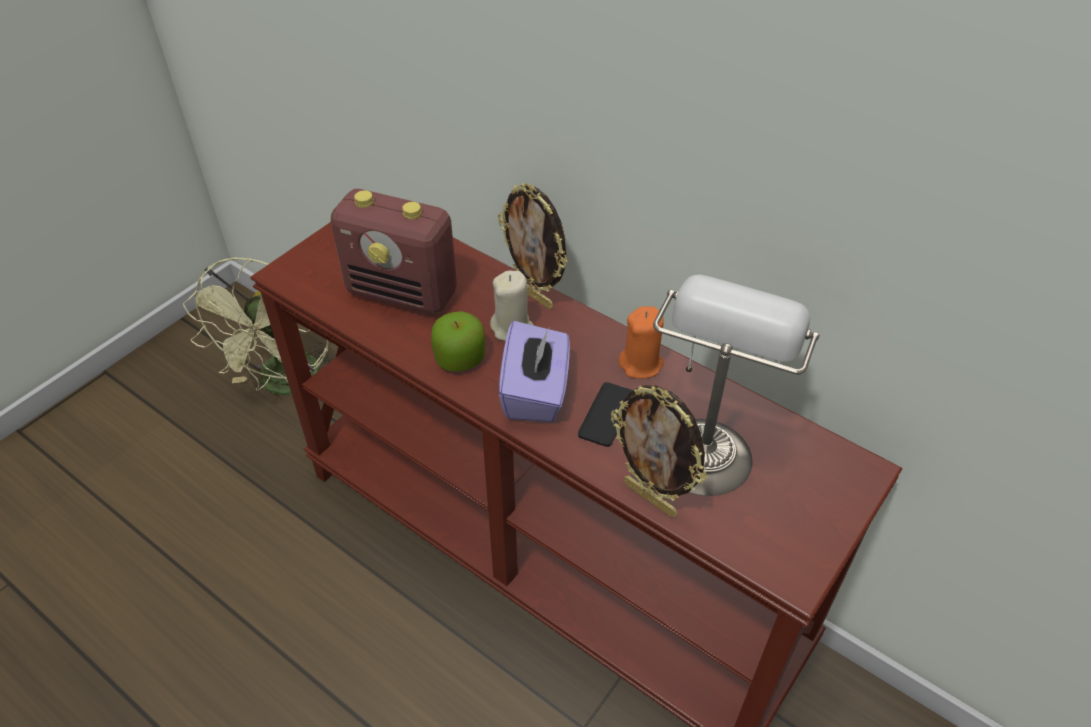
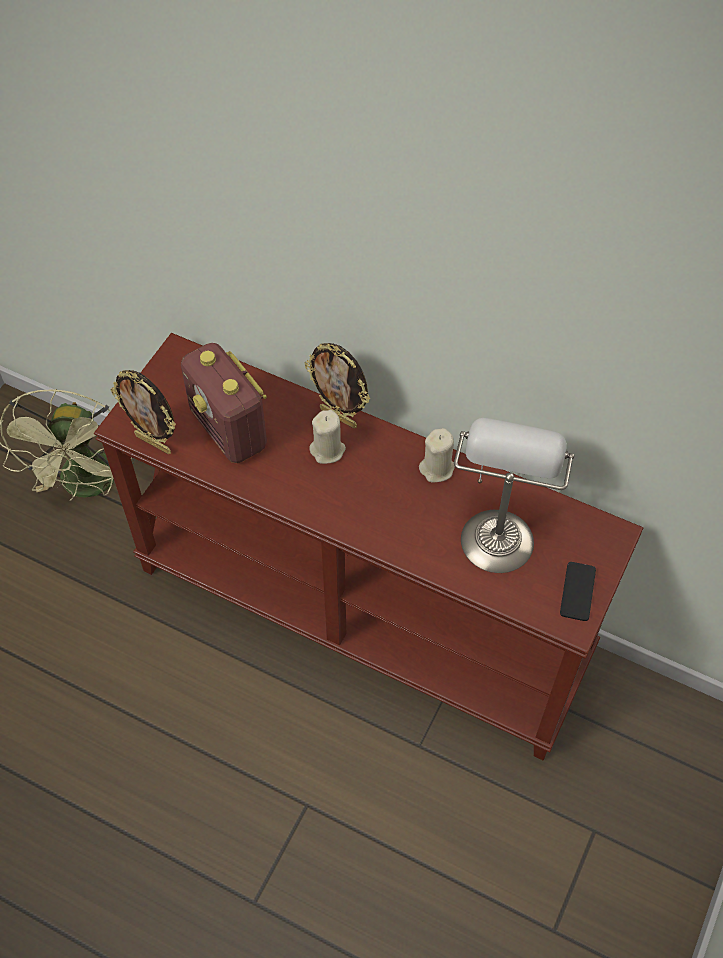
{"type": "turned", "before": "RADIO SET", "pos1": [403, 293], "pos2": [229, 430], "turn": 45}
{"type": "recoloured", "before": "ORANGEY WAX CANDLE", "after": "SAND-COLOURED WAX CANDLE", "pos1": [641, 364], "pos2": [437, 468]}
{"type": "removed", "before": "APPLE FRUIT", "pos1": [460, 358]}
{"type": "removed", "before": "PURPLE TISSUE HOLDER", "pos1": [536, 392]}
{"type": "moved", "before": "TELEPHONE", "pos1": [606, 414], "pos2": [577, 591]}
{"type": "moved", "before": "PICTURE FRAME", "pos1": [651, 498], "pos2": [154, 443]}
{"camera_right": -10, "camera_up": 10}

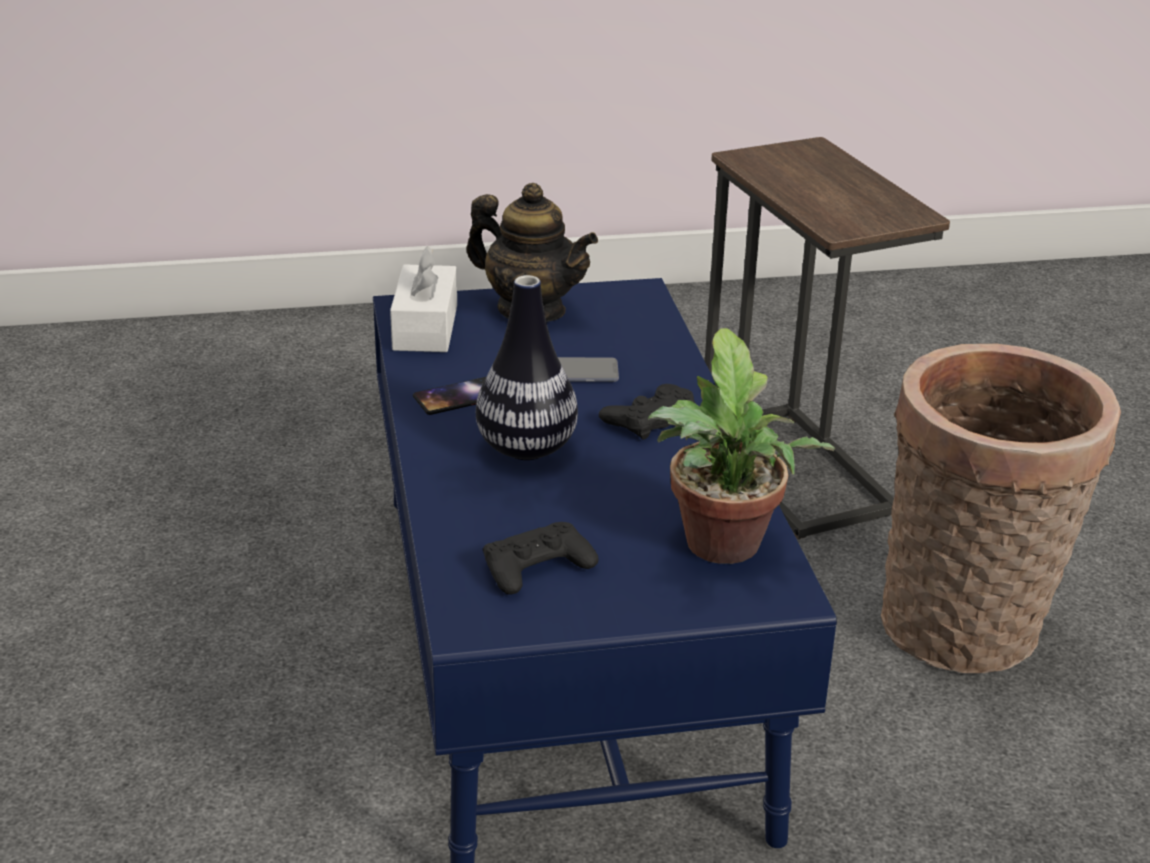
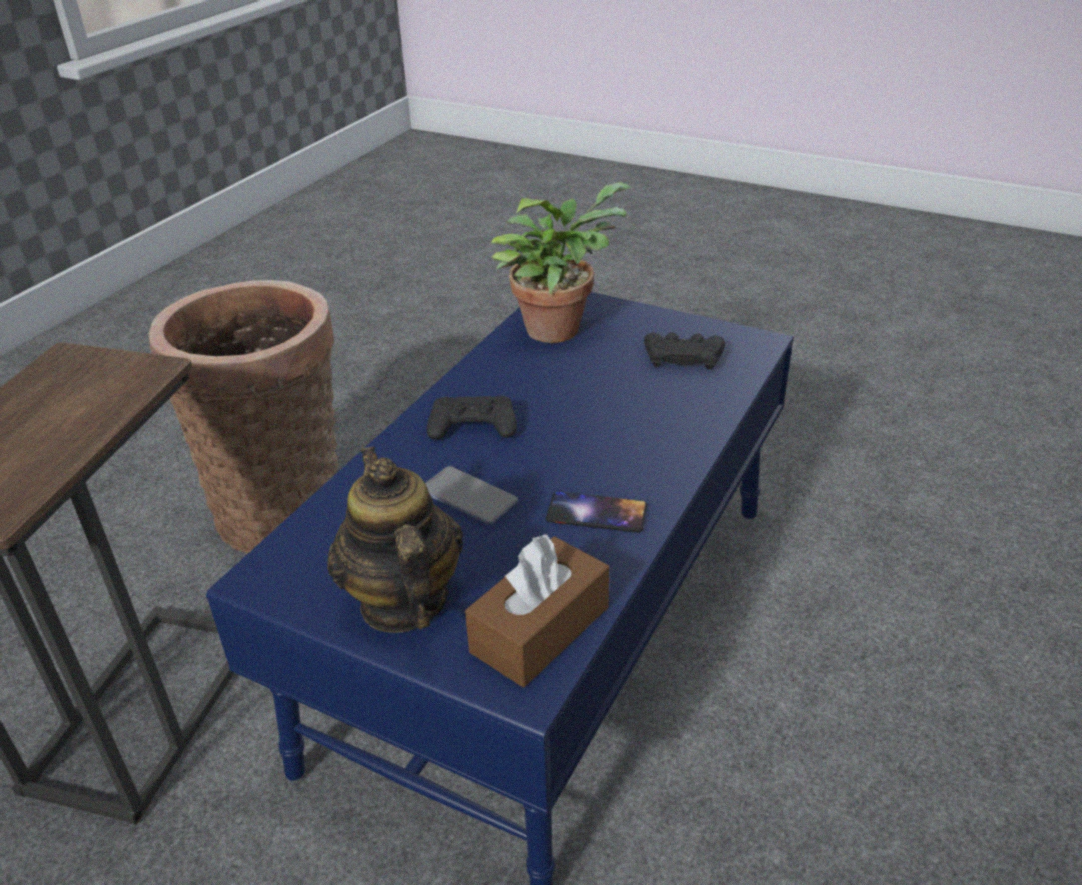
{"type": "recoloured", "before": "WHITE-COLOURED TISSUE HOLDER", "after": "BROWN TISSUE HOLDER", "pos1": [425, 327], "pos2": [540, 629]}
{"type": "removed", "before": "FLOWER VASE", "pos1": [526, 449]}
{"camera_right": -140, "camera_up": 5}

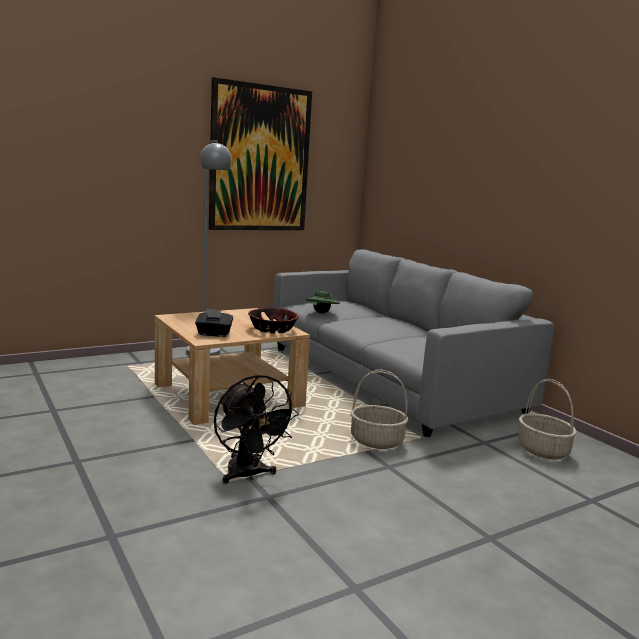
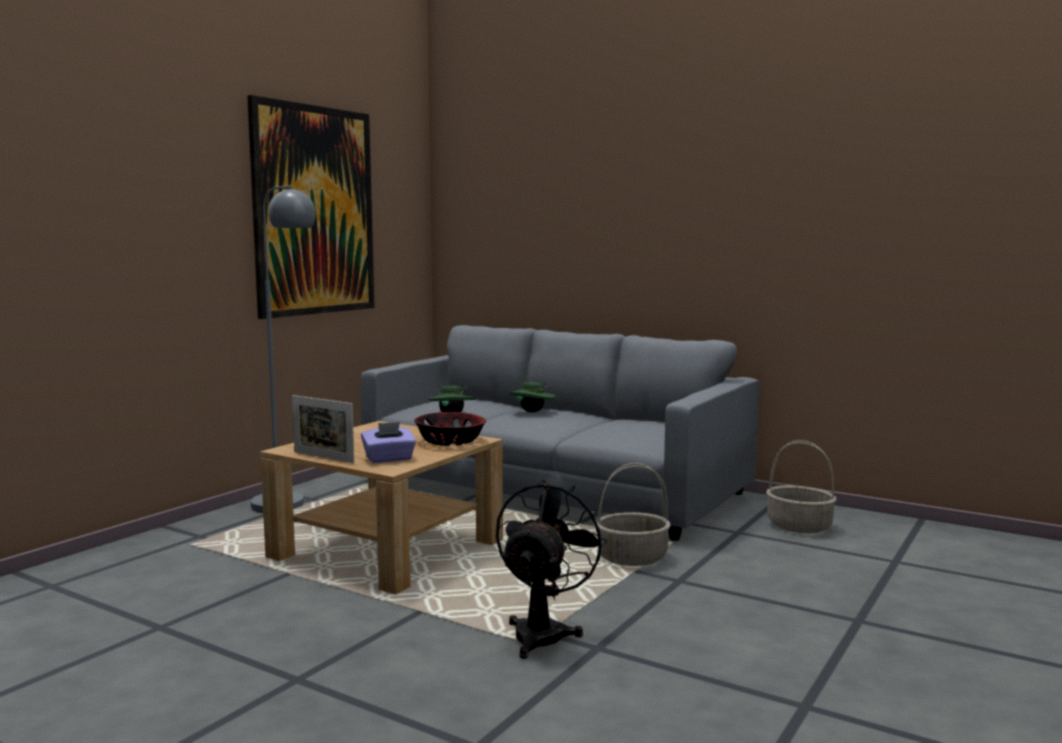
{"type": "recoloured", "before": "BLACK-COLOURED TISSUE HOLDER", "after": "PURPLE TISSUE HOLDER", "pos1": [213, 334], "pos2": [389, 459]}
{"type": "turned", "before": "BLACK-COLOURED FAN", "pos1": [248, 475], "pos2": [543, 632], "turn": -105}
{"type": "added", "after": "GREEN-COLOURED HAT", "pos2": [532, 412]}
{"type": "added", "after": "PICTURE FRAME", "pos2": [323, 457]}
{"camera_right": -25, "camera_up": -5}

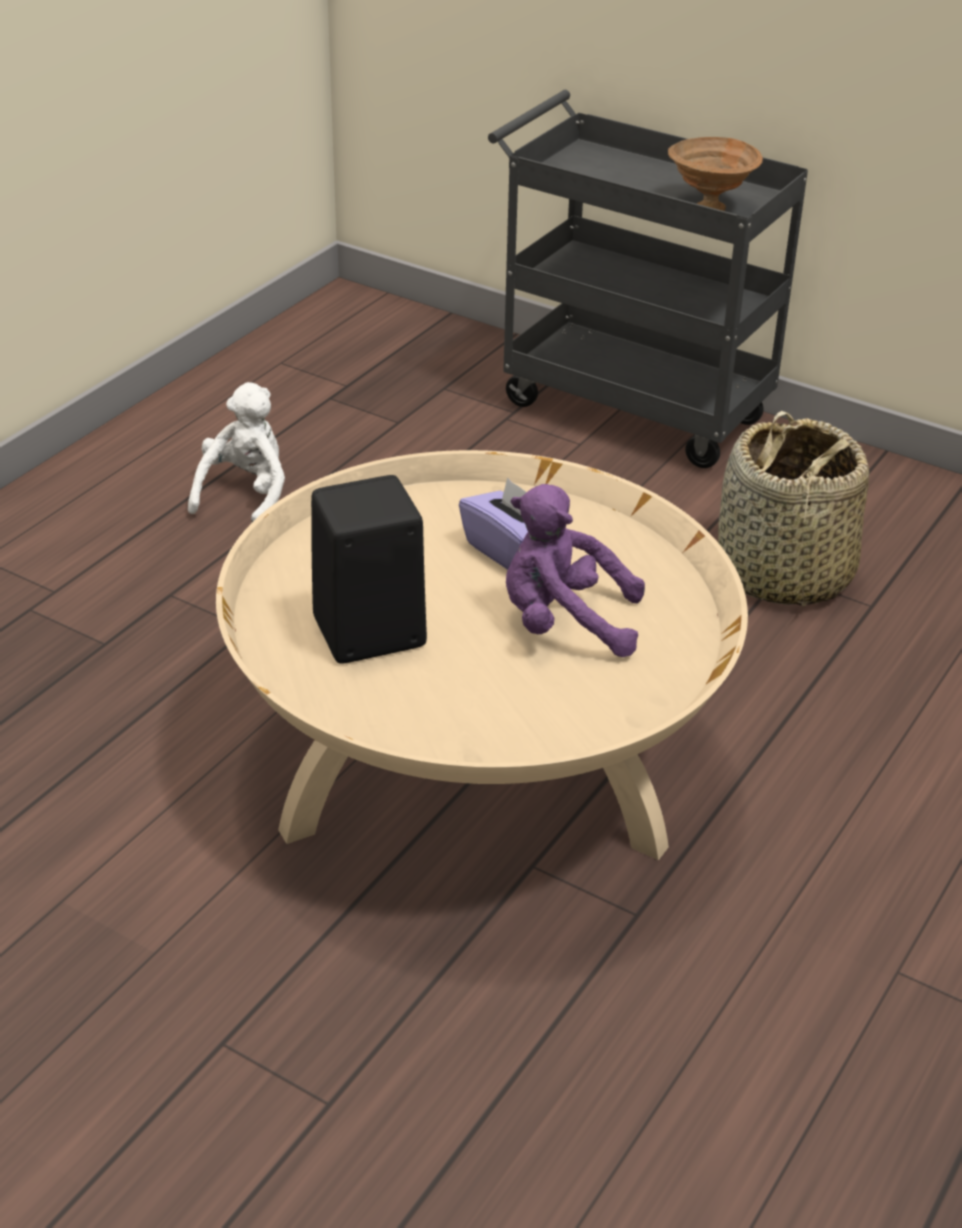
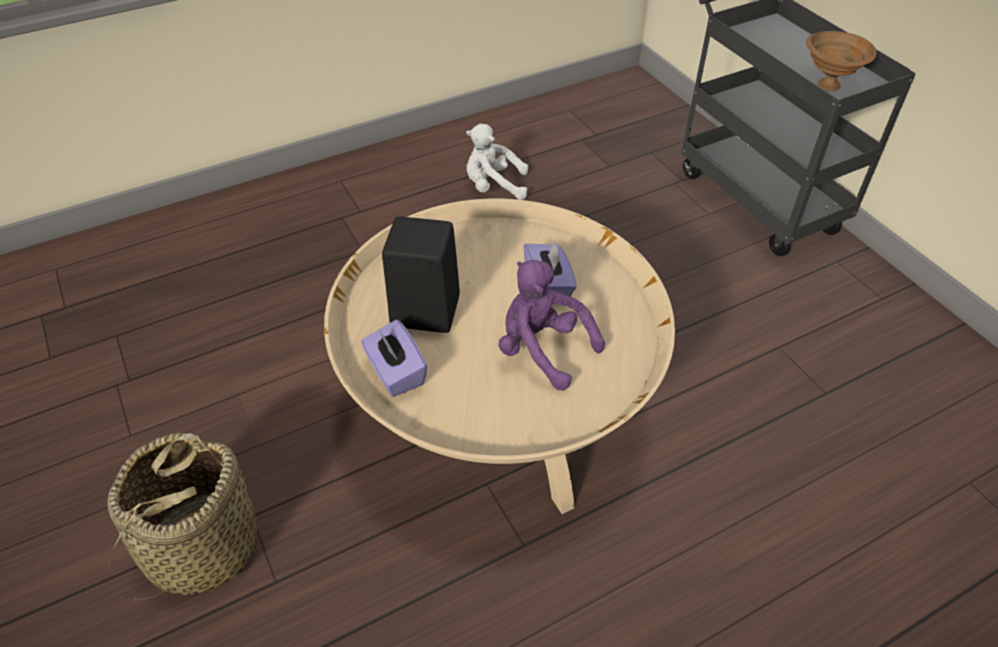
{"type": "turned", "before": "WHITE-COLOURED CUDDLY TOY", "pos1": [245, 496], "pos2": [494, 186], "turn": -135}
{"type": "moved", "before": "HOUSEHOLD BASKET", "pos1": [783, 574], "pos2": [202, 546]}
{"type": "added", "after": "PURPLE TISSUE HOLDER", "pos2": [396, 373]}
{"camera_right": 30, "camera_up": 10}

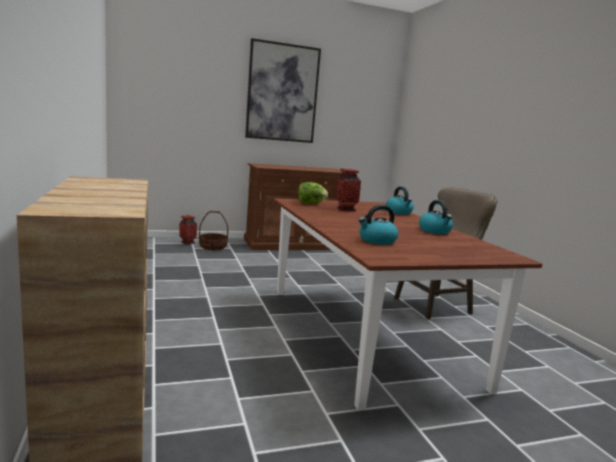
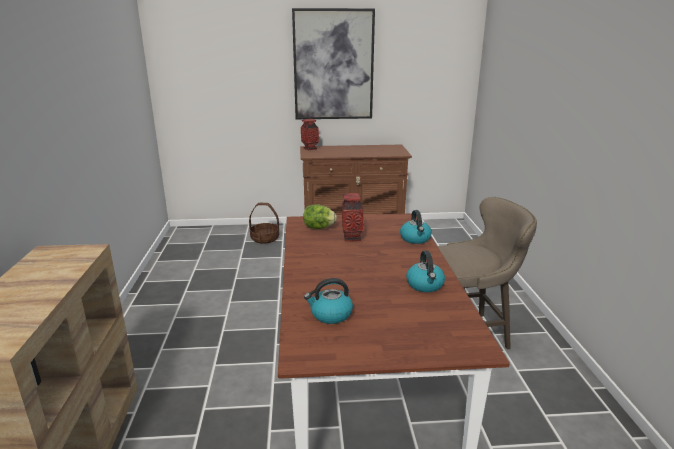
{"type": "moved", "before": "FLOWER VASE", "pos1": [187, 243], "pos2": [310, 148]}
{"camera_right": 15, "camera_up": 10}

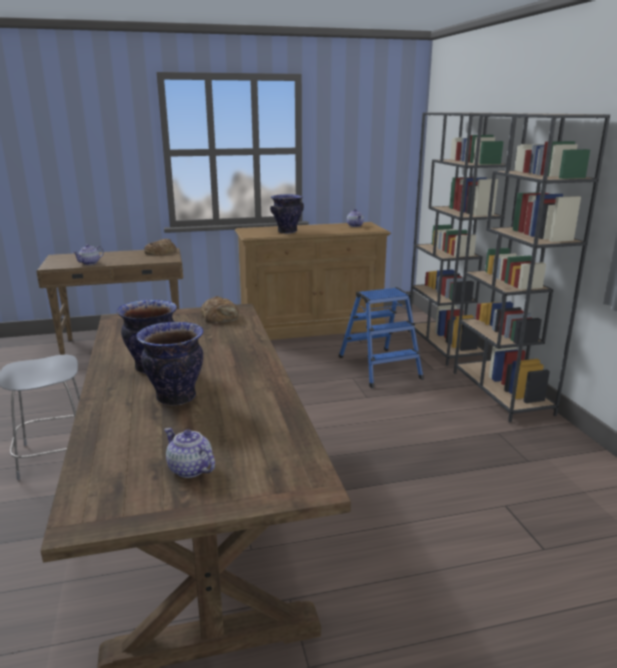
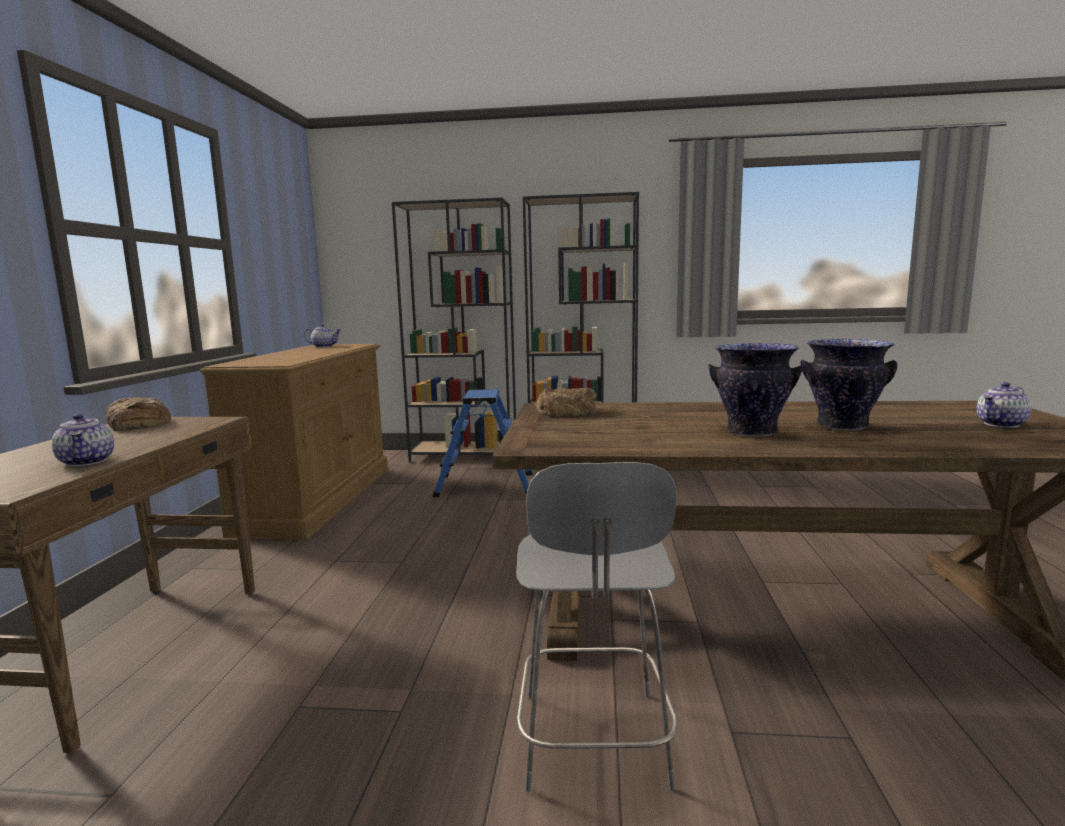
{"type": "removed", "before": "FLOWER VASE", "pos1": [287, 232]}
{"camera_right": -70, "camera_up": -10}

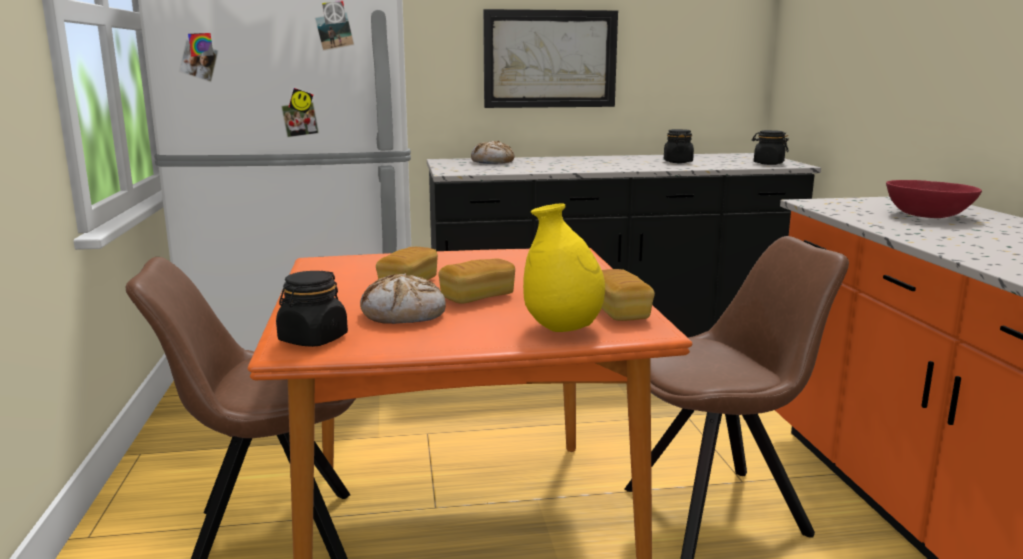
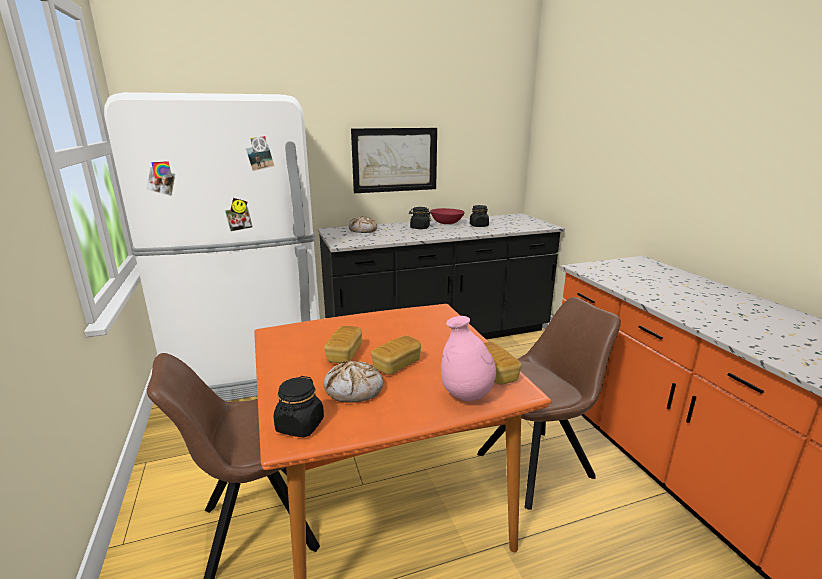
{"type": "moved", "before": "BLACK-COLOURED JAR", "pos1": [768, 163], "pos2": [419, 228]}
{"type": "moved", "before": "REDDISH BOWL", "pos1": [928, 216], "pos2": [447, 223]}
{"type": "recoloured", "before": "YELLOWISH FLOWER VASE", "after": "PINK-COLOURED FLOWER VASE", "pos1": [563, 329], "pos2": [466, 396]}
{"camera_right": -10, "camera_up": 5}

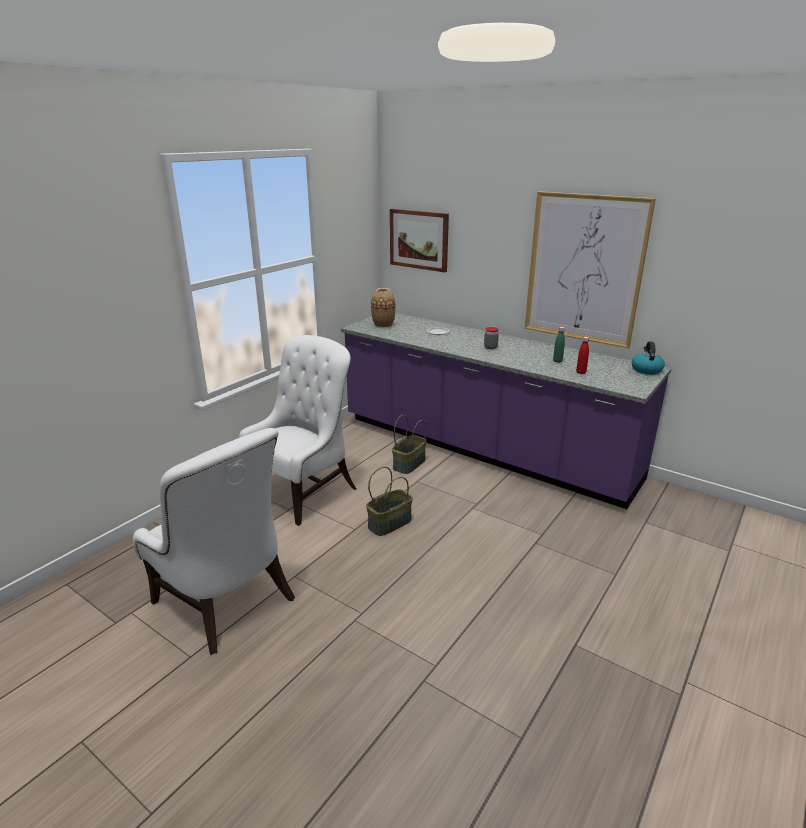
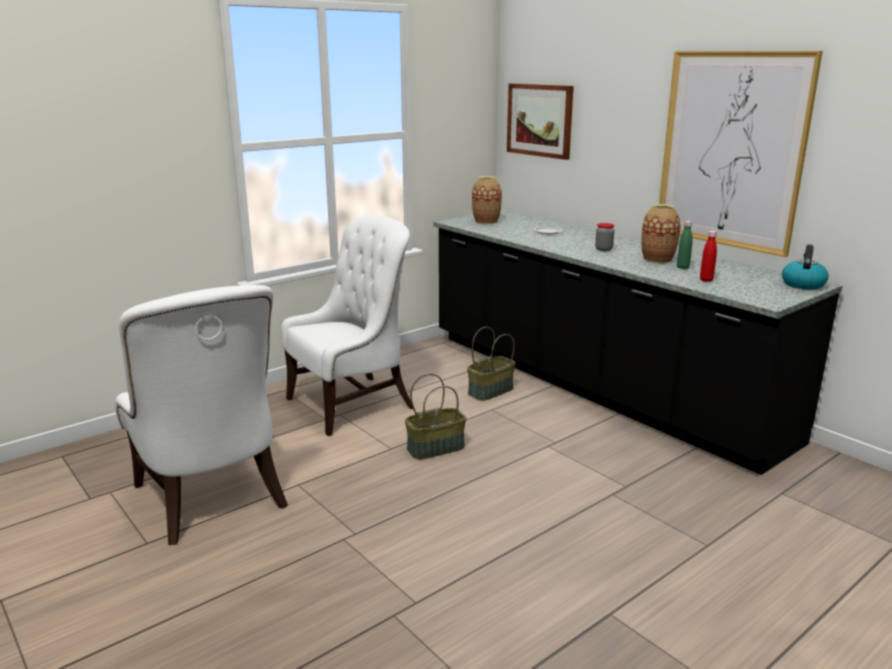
{"type": "recoloured", "before": "PURPLE COUNTER", "after": "BLACK-COLOURED COUNTER", "pos1": [483, 448], "pos2": [594, 385]}
{"type": "added", "after": "FLOWER VASE", "pos2": [657, 259]}
{"camera_right": 15, "camera_up": -5}

